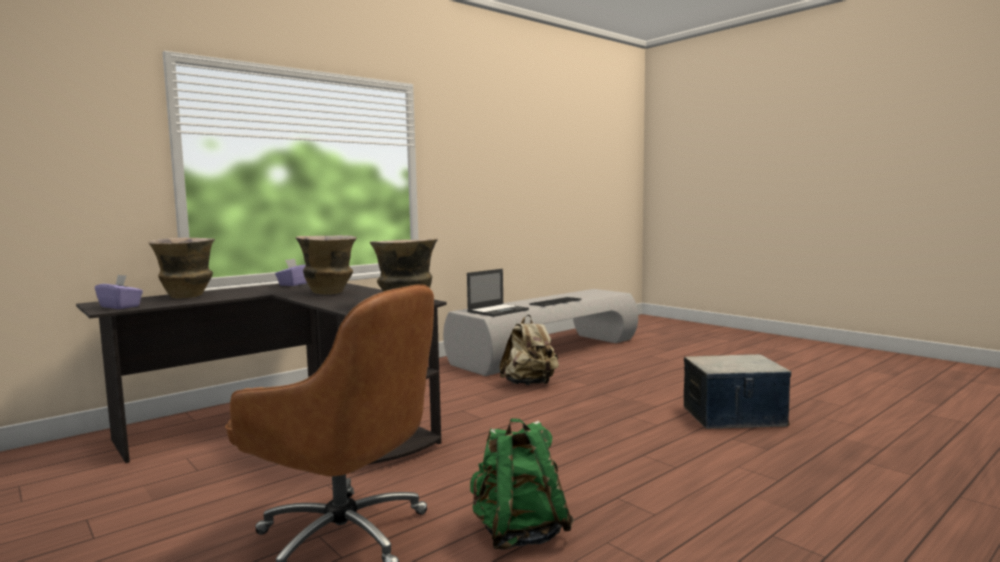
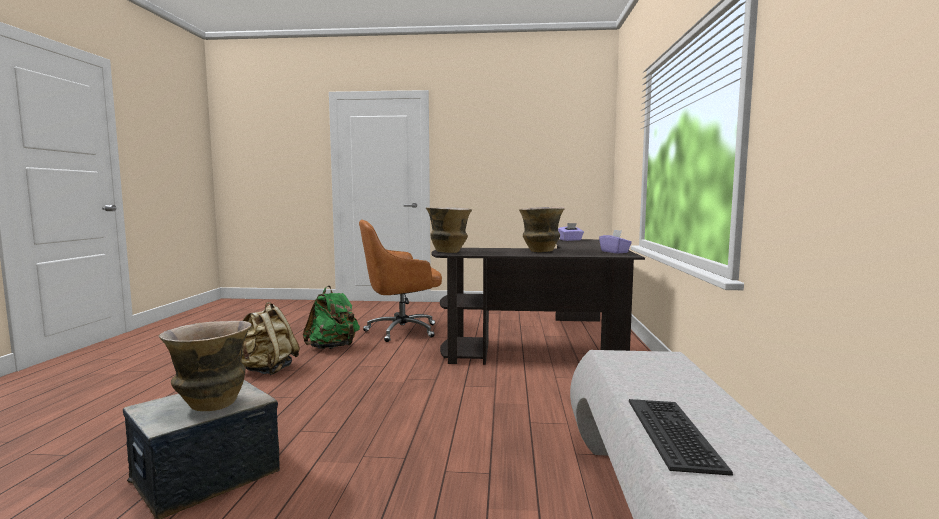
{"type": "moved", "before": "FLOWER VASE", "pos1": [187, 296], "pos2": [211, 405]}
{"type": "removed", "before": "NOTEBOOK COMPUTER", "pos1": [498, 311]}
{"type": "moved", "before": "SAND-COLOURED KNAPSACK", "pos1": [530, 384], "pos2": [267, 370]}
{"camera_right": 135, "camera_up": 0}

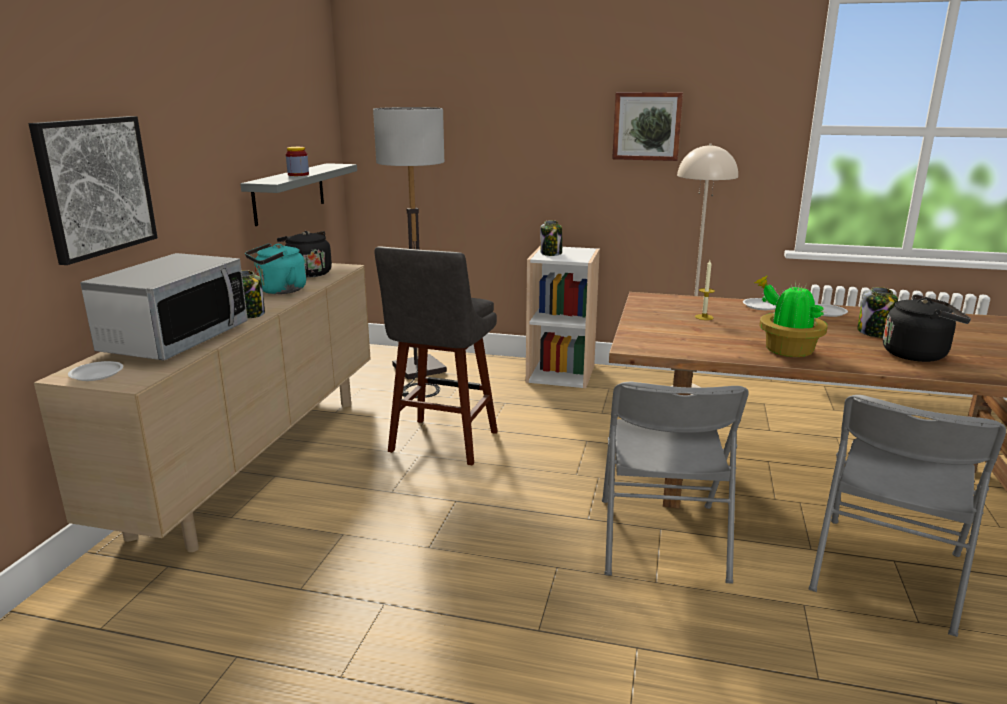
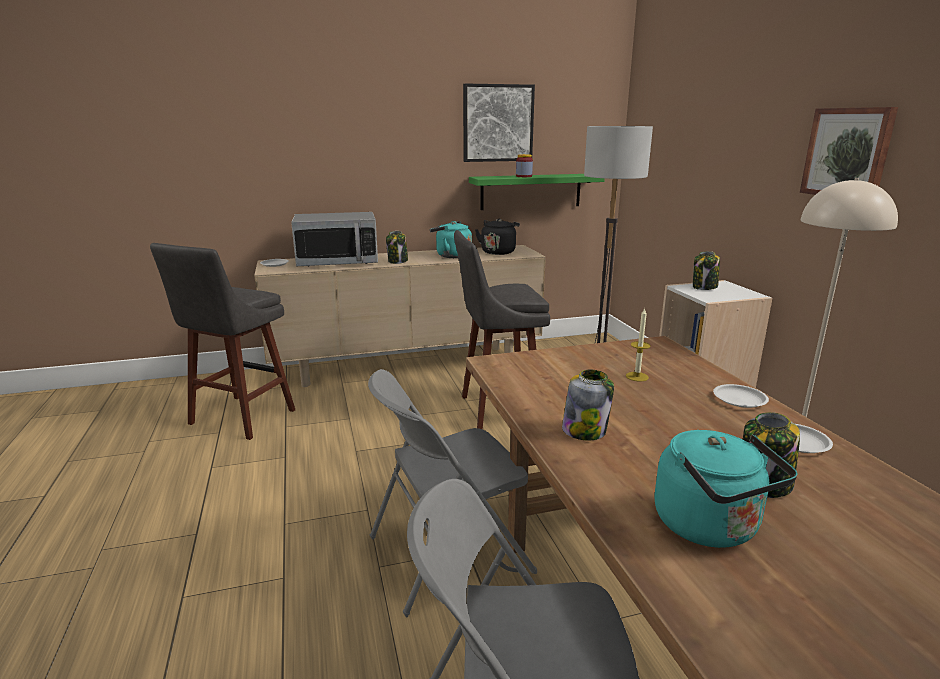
{"type": "moved", "before": "PICTURE", "pos1": [96, 186], "pos2": [498, 123]}
{"type": "recoloured", "before": "GRAY BRACKET SHELF", "after": "GREEN-COLOURED BRACKET SHELF", "pos1": [289, 193], "pos2": [531, 191]}
{"type": "replaced", "before": "POTTED PLANT", "after": "JAR", "pos1": [786, 350], "pos2": [585, 430]}
{"type": "recoloured", "before": "BLACK-COLOURED KETTLE", "after": "BLUE-GREEN KETTLE", "pos1": [918, 354], "pos2": [711, 527]}
{"type": "added", "after": "GRAY STOOL", "pos2": [239, 419]}
{"camera_right": 60, "camera_up": 0}

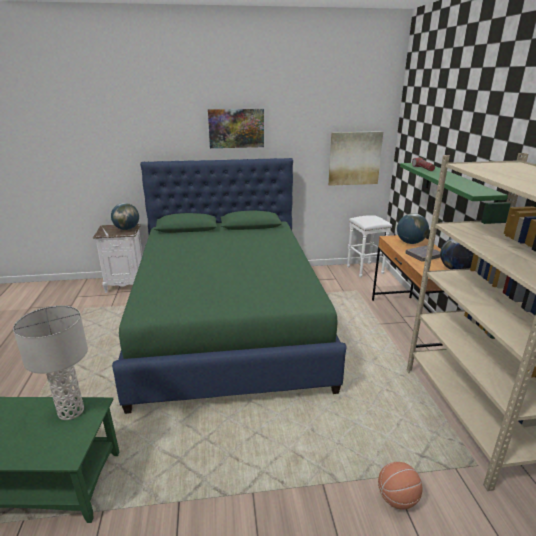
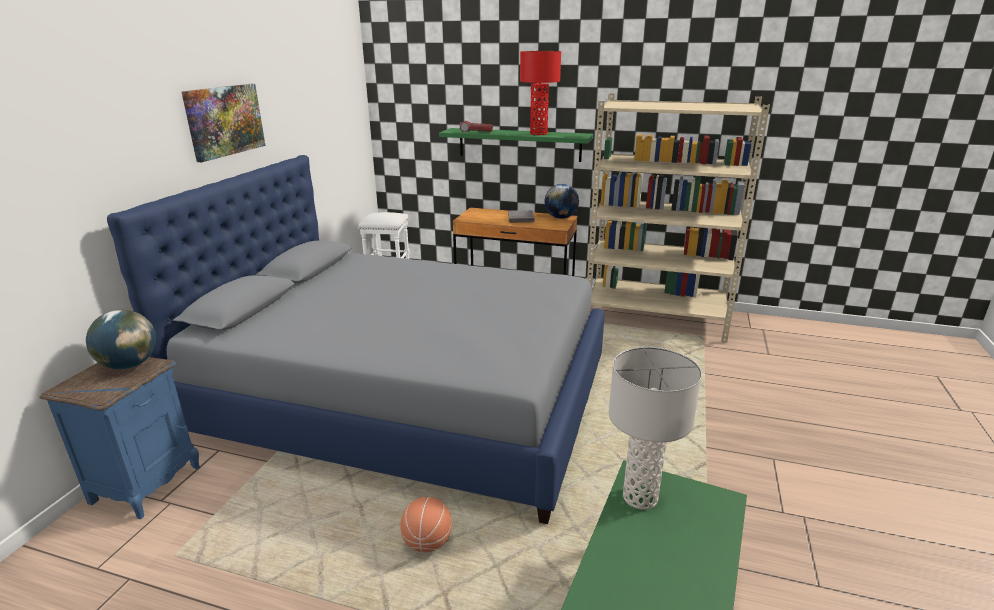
{"type": "removed", "before": "PICTURE", "pos1": [354, 158]}
{"type": "recoloured", "before": "GREEN-COLOURED BED", "after": "GRAY BED", "pos1": [228, 322], "pos2": [405, 399]}
{"type": "removed", "before": "GLOBE", "pos1": [410, 243]}
{"type": "recoloured", "before": "WHITE-COLOURED BEDSIDE TABLE", "after": "BLUE-COLOURED BEDSIDE TABLE", "pos1": [126, 285], "pos2": [148, 485]}
{"type": "moved", "before": "BASKETBALL BALL", "pos1": [397, 498], "pos2": [427, 542]}
{"type": "added", "after": "REDDISH LAMP FOR A TABLE", "pos2": [538, 133]}
{"camera_right": -65, "camera_up": 0}

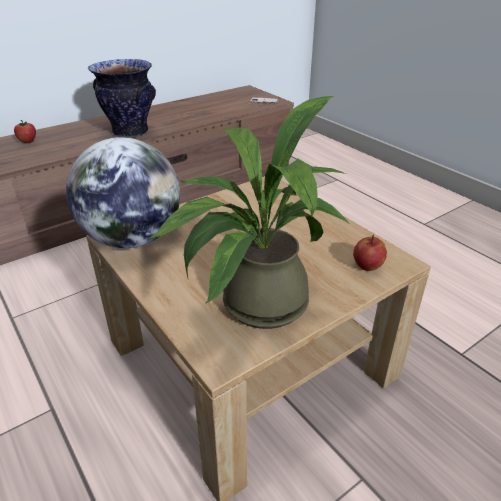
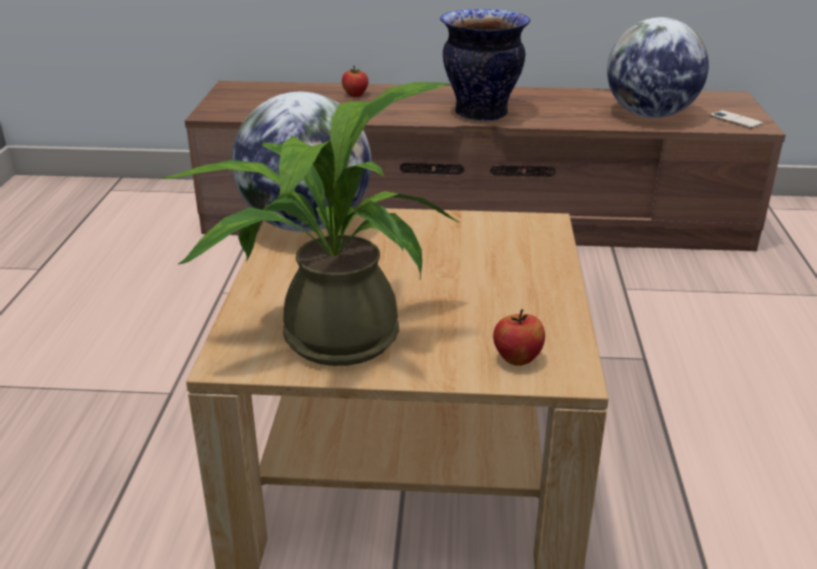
{"type": "added", "after": "GLOBE", "pos2": [650, 115]}
{"camera_right": 40, "camera_up": -5}

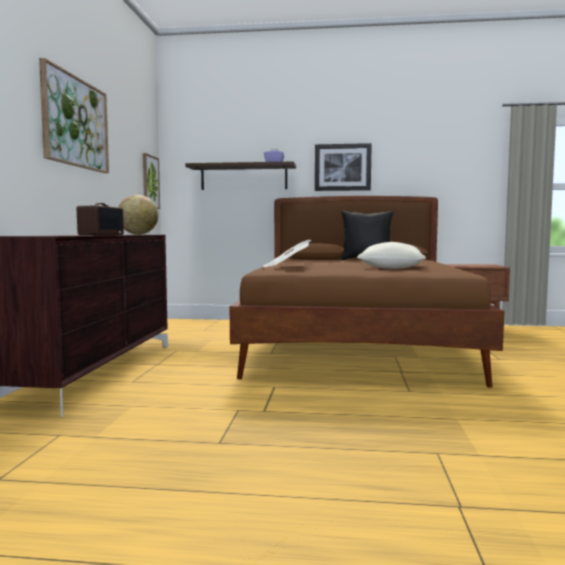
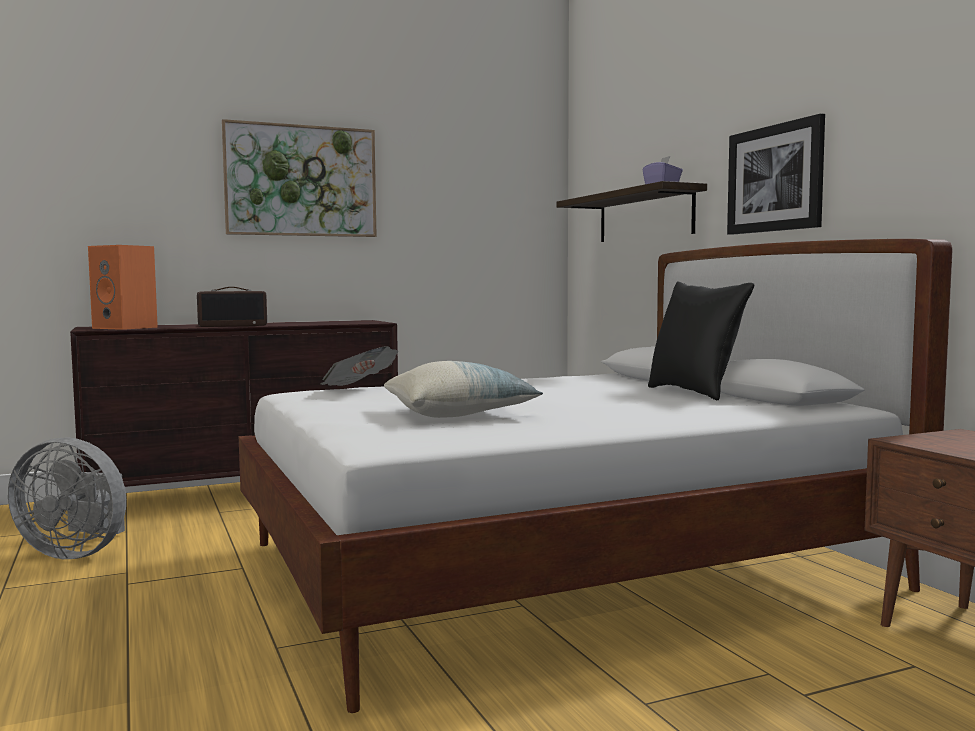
{"type": "removed", "before": "PICTURE", "pos1": [150, 182]}
{"type": "removed", "before": "GLOBE", "pos1": [138, 234]}
{"type": "recoloured", "before": "BROWN BED", "after": "WHITE-COLOURED BED", "pos1": [356, 346], "pos2": [560, 568]}
{"type": "added", "after": "ORANGEY AUDIO SPEAKER", "pos2": [127, 328]}
{"type": "added", "after": "GRAY FAN", "pos2": [77, 552]}
{"camera_right": 60, "camera_up": 0}

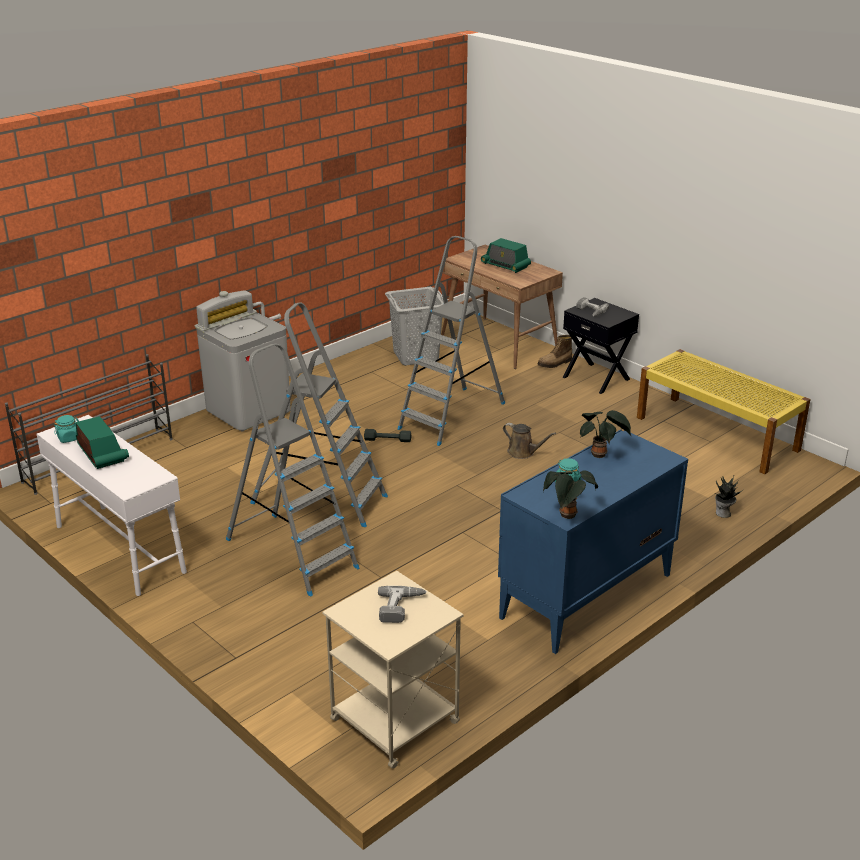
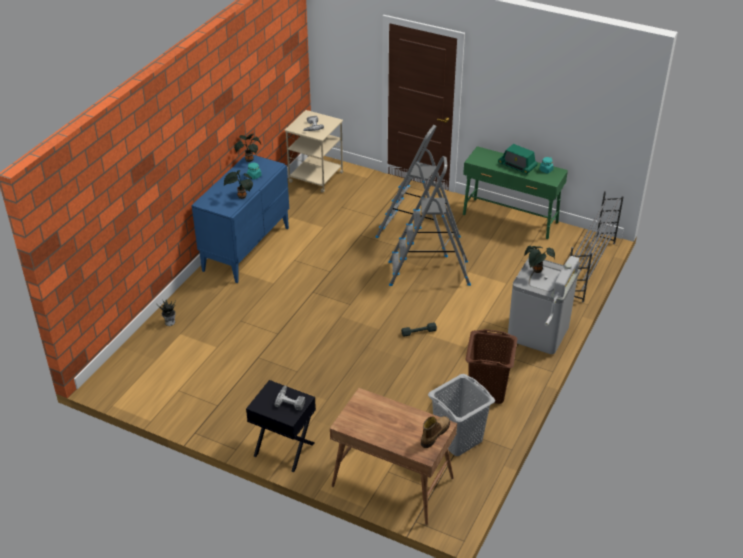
{"type": "removed", "before": "GRAY STEPLADDER", "pos1": [452, 416]}
{"type": "removed", "before": "RADIO SET", "pos1": [505, 265]}
{"type": "moved", "before": "HIGH-TOP BOOT", "pos1": [555, 363], "pos2": [434, 434]}
{"type": "removed", "before": "YELLOWISH LONG SEAT", "pos1": [717, 433]}
{"type": "recoloured", "before": "WHITE-COLOURED CONSOLE TABLE", "after": "GREEN-COLOURED CONSOLE TABLE", "pos1": [121, 549], "pos2": [510, 219]}
{"type": "removed", "before": "BROWN WATERING CAN", "pos1": [523, 453]}
{"type": "added", "after": "POTTED PLANT", "pos2": [537, 271]}
{"type": "added", "after": "BROWN HAMPER", "pos2": [488, 390]}
{"camera_right": 160, "camera_up": 10}

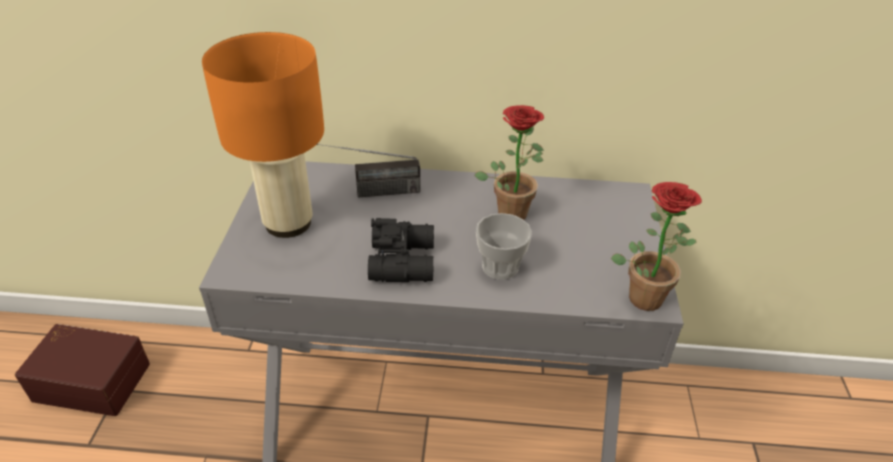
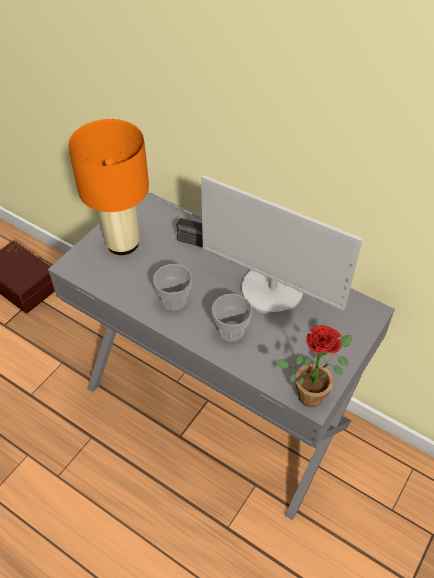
{"type": "replaced", "before": "POTTED PLANT", "after": "COMPUTER SCREEN", "pos1": [511, 209], "pos2": [272, 290]}
{"type": "replaced", "before": "BLACK-COLOURED FIELD GLASSES", "after": "SMALL CUP", "pos1": [404, 260], "pos2": [174, 300]}
{"camera_right": 30, "camera_up": 10}

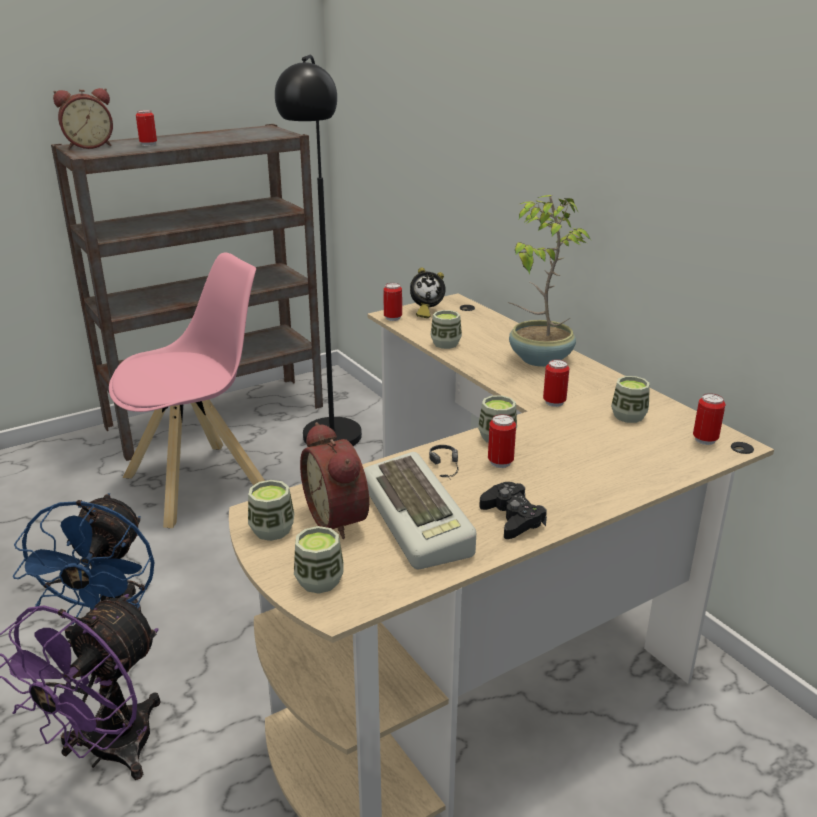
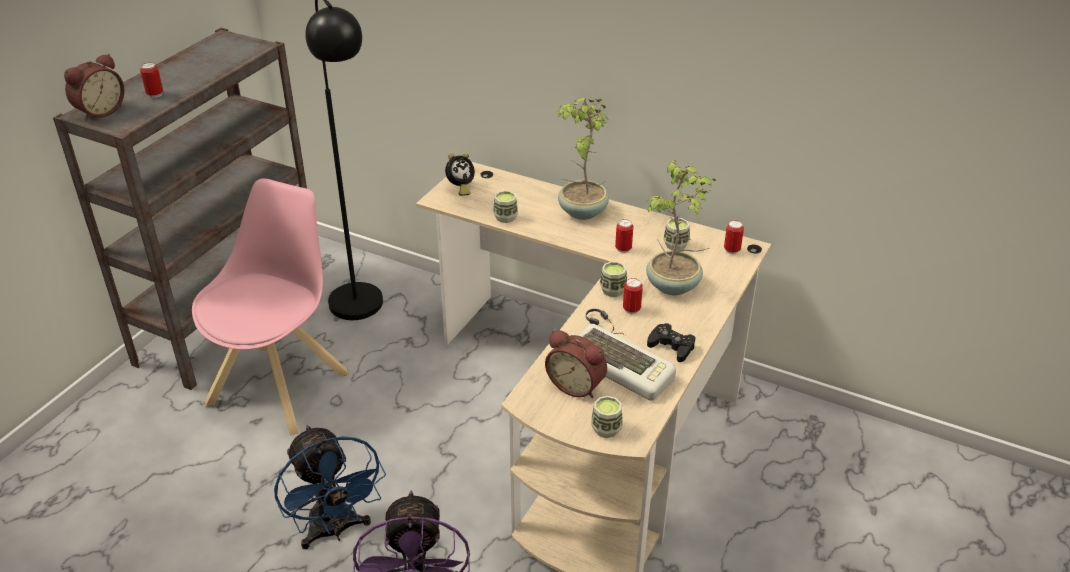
{"type": "removed", "before": "CAN", "pos1": [392, 318]}
{"type": "removed", "before": "SMALL CUP", "pos1": [272, 530]}
{"type": "added", "after": "POTTED PLANT", "pos2": [674, 286]}
{"camera_right": -30, "camera_up": 10}

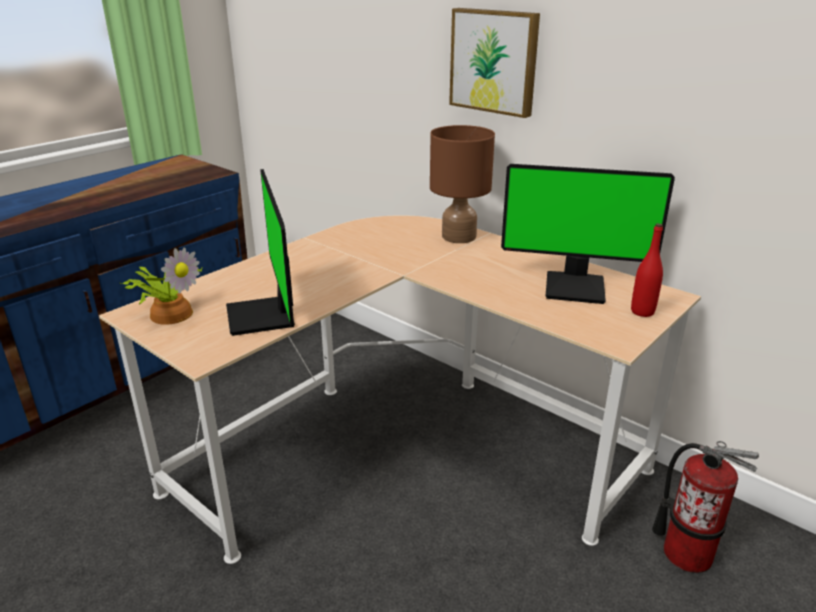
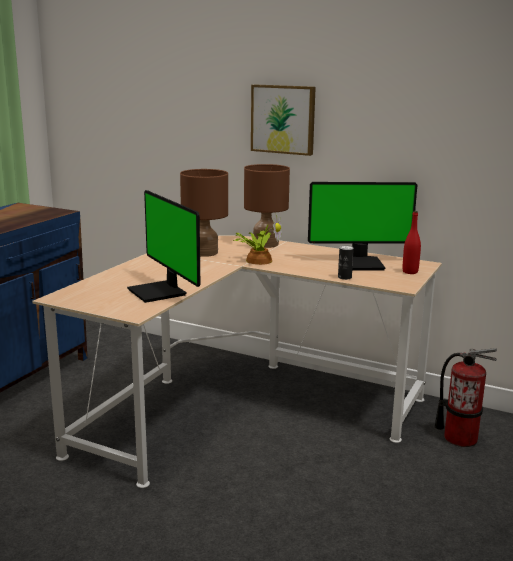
{"type": "moved", "before": "POTTED PLANT", "pos1": [171, 312], "pos2": [258, 260]}
{"type": "added", "after": "BROWN LAMP FOR A TABLE", "pos2": [205, 253]}
{"type": "added", "after": "CAN", "pos2": [344, 277]}
{"camera_right": -15, "camera_up": -10}

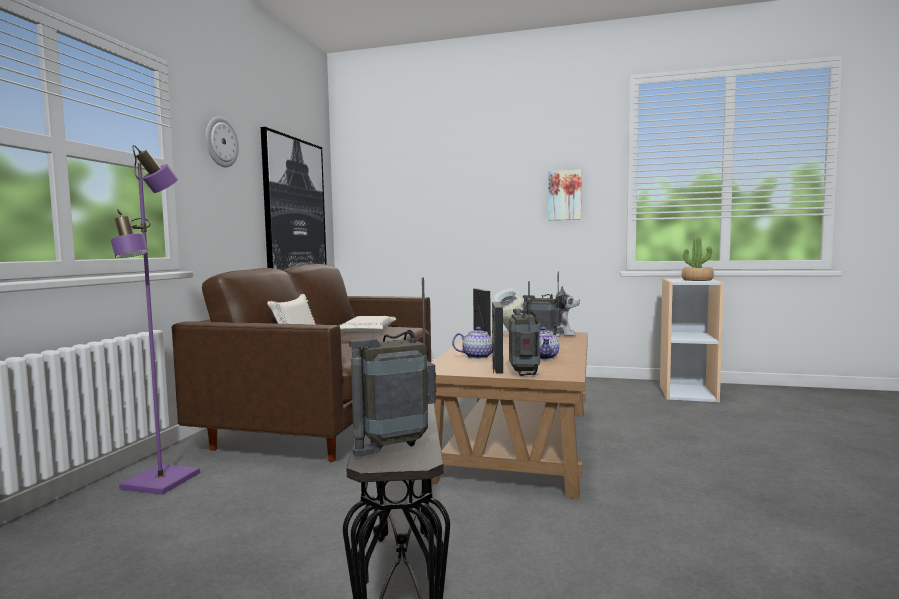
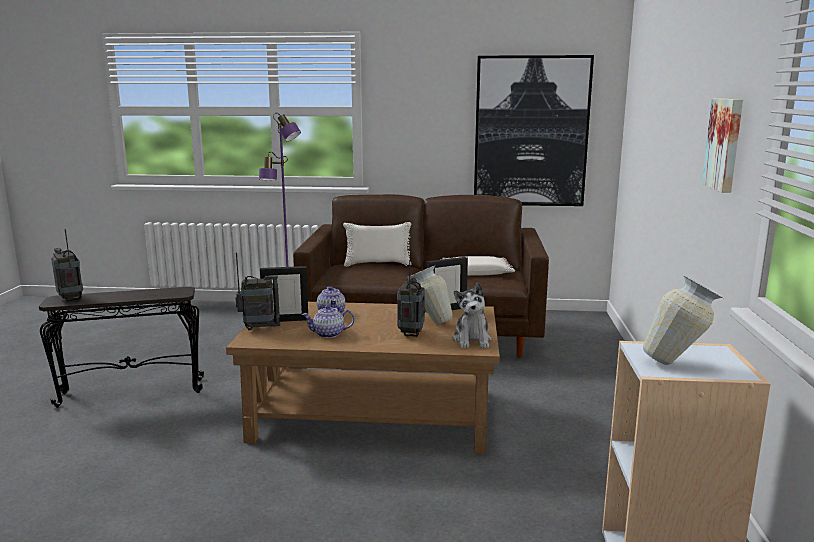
{"type": "removed", "before": "HANGING CLOCK", "pos1": [221, 142]}
{"type": "replaced", "before": "POTTED PLANT", "after": "FLOWER VASE", "pos1": [697, 280], "pos2": [679, 363]}
{"camera_right": 80, "camera_up": 10}

